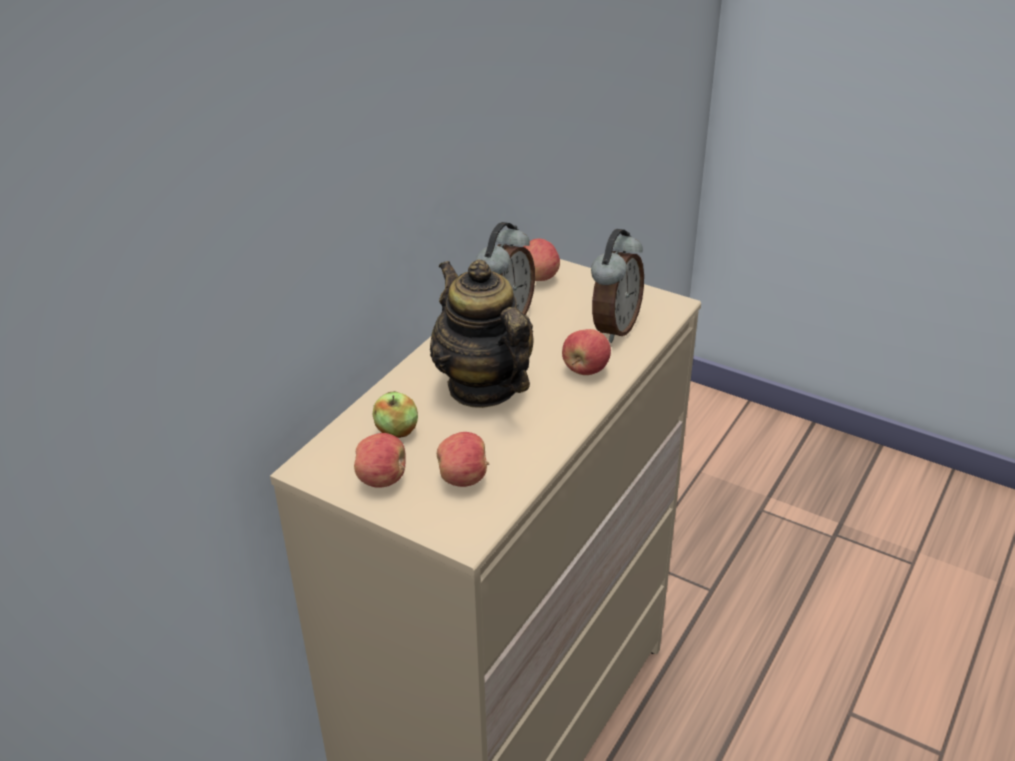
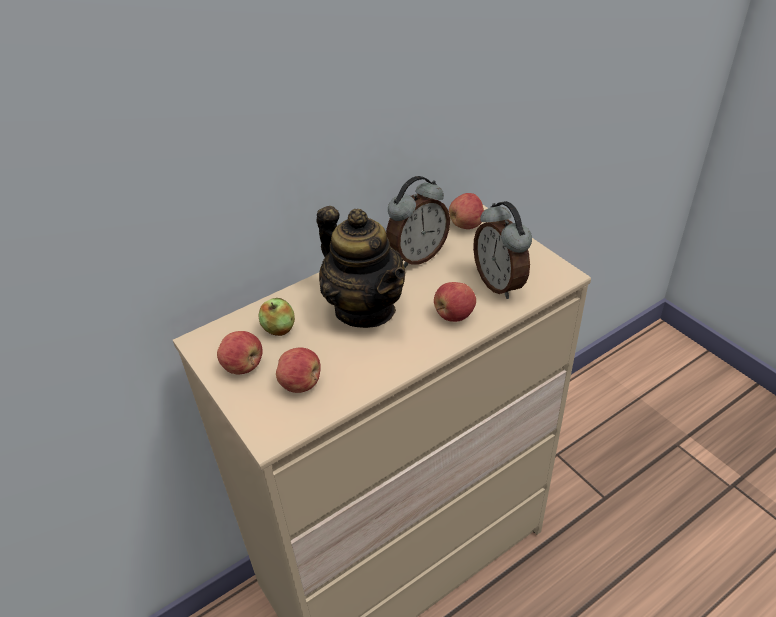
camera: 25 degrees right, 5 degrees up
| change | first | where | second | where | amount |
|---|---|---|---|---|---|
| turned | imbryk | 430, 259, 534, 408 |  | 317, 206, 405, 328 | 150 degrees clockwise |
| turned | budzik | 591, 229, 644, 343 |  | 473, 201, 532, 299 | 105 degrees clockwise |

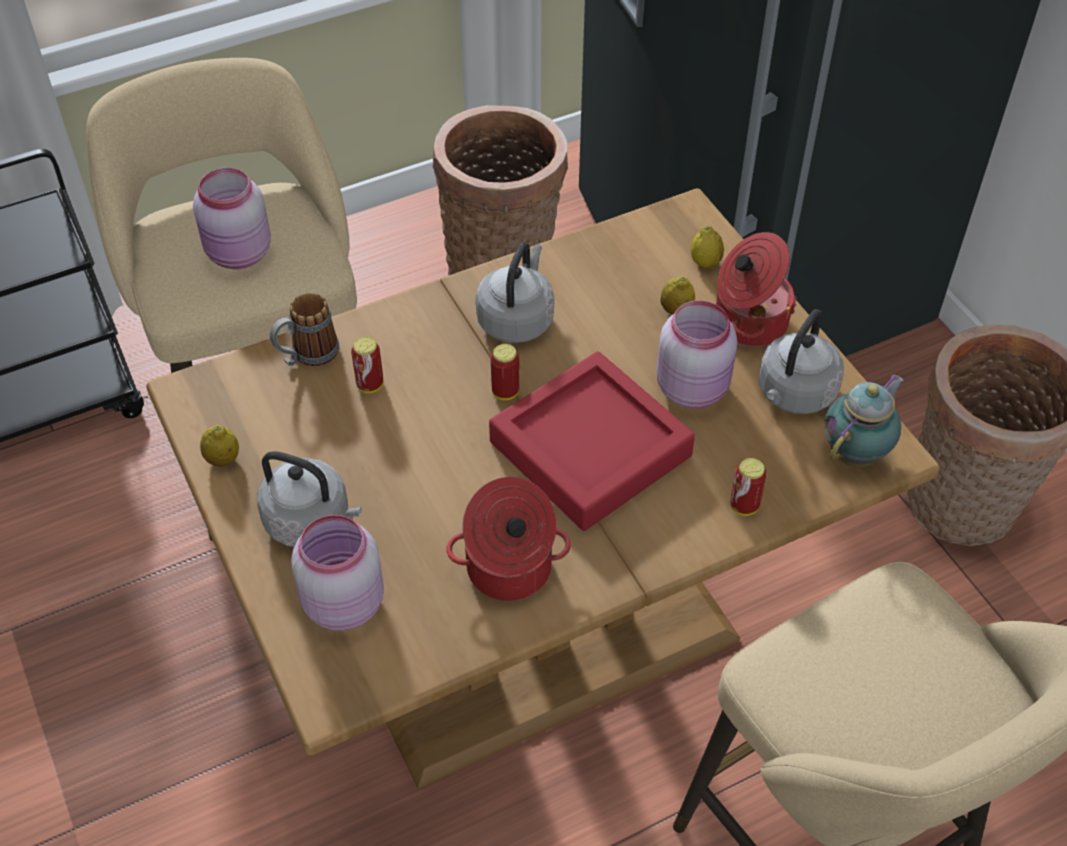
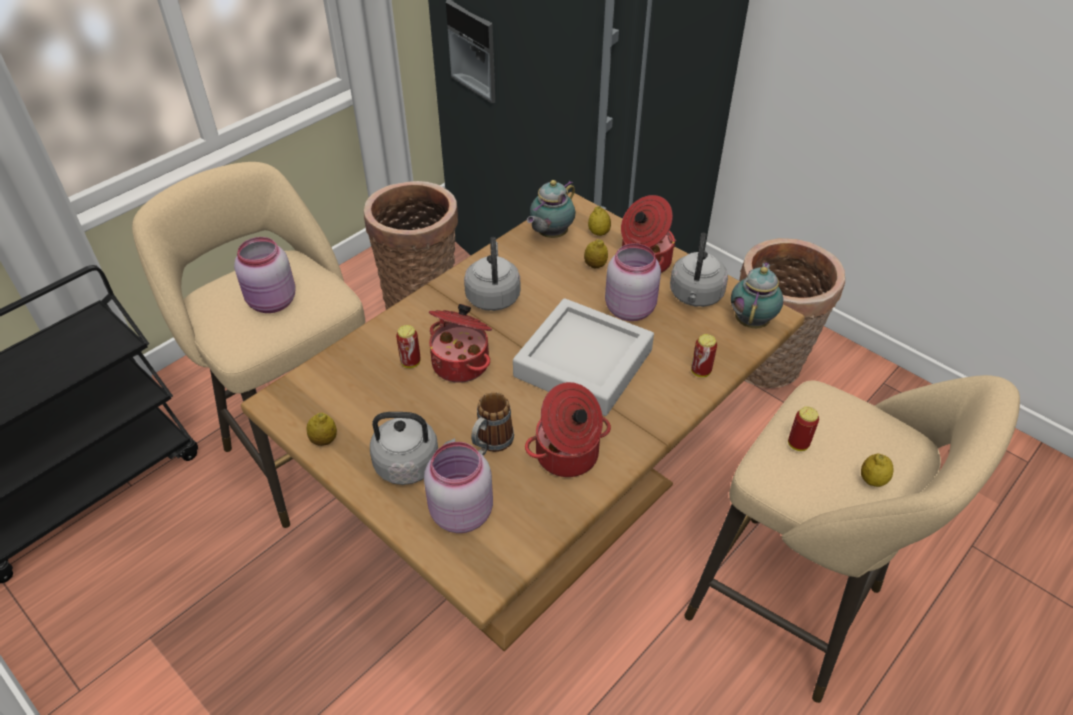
camera: 20 degrees left, 5 degrees down
| change | first | where | second | where | amount |
|---|---|---|---|---|---|
| moved | kubek | 270, 292, 339, 366 |  | 471, 392, 514, 456 |  |
| recoloured | taca (czerwony) | 489, 351, 695, 531 | taca (szary) | 513, 298, 654, 416 |  |
| moved | puszka | 491, 344, 520, 400 |  | 788, 407, 819, 451 |  |
| added |  |  | garnek | 429, 304, 492, 383 |  |
| added |  |  | imbryk | 527, 180, 576, 238 |  |
| added |  |  | cytryna | 861, 454, 893, 487 |  |

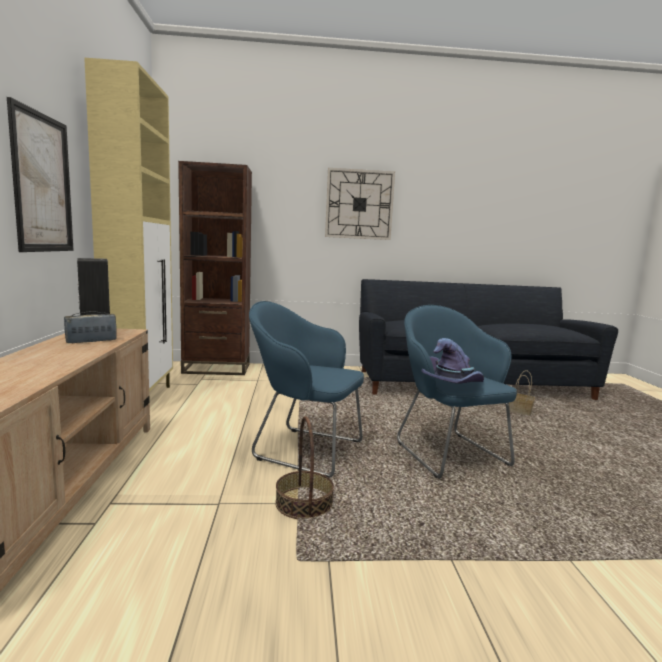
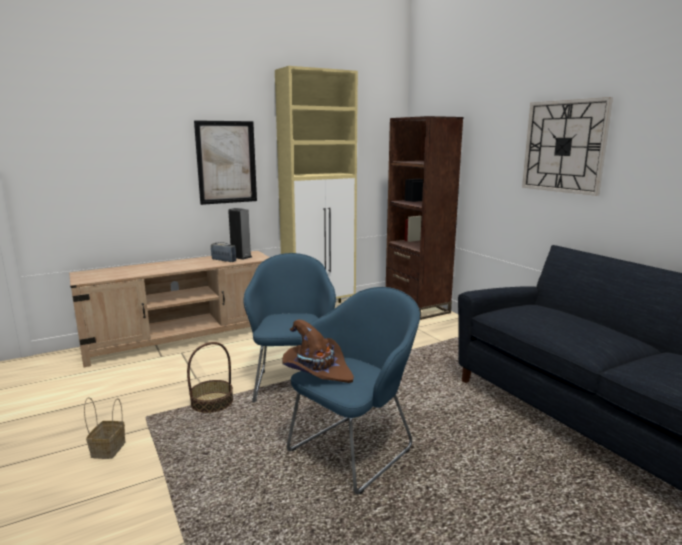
camera: 65 degrees right, 5 degrees up
| change | first | where | second | where | amount |
|---|---|---|---|---|---|
| recoloured | kapelusz (fioletowy) | 422, 338, 484, 384 | kapelusz (brązowy) | 283, 319, 354, 383 |  |
| moved | koszyk | 509, 371, 535, 416 |  | 84, 397, 125, 459 |  |

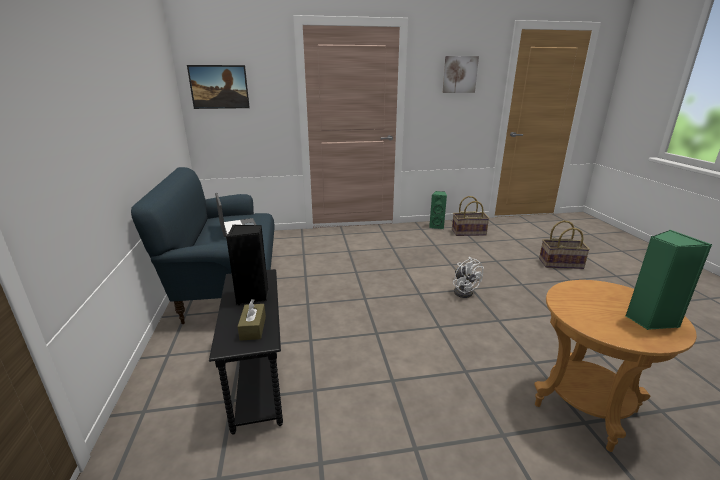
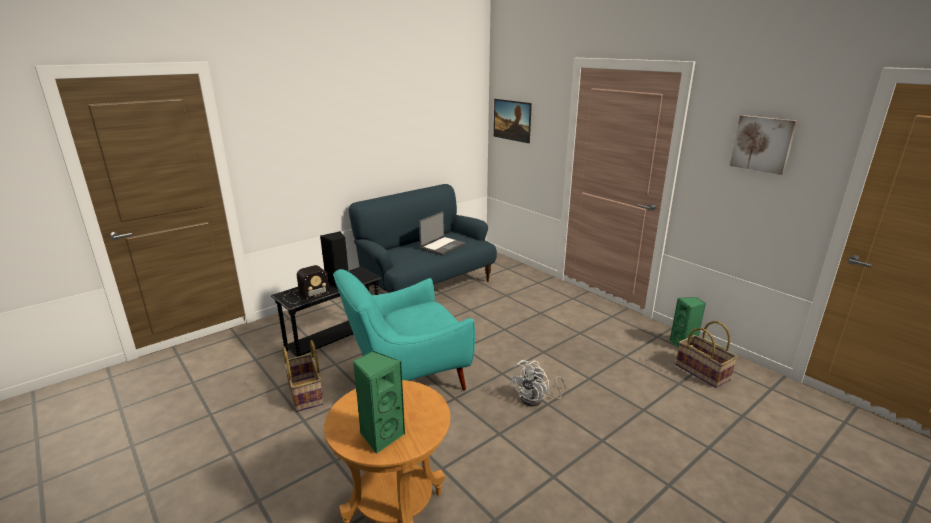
camera: 60 degrees right, 0 degrees up
| change | first | where | second | where | amount |
|---|---|---|---|---|---|
| replaced | pudełko chusteczek (brązowy) | 238, 299, 266, 341 | radio | 283, 265, 330, 304 |  |
| moved | koszyk | 539, 220, 590, 269 |  | 283, 340, 324, 412 |  |
| added |  |  | fotel (turkusowy) | 333, 269, 475, 390 |  |

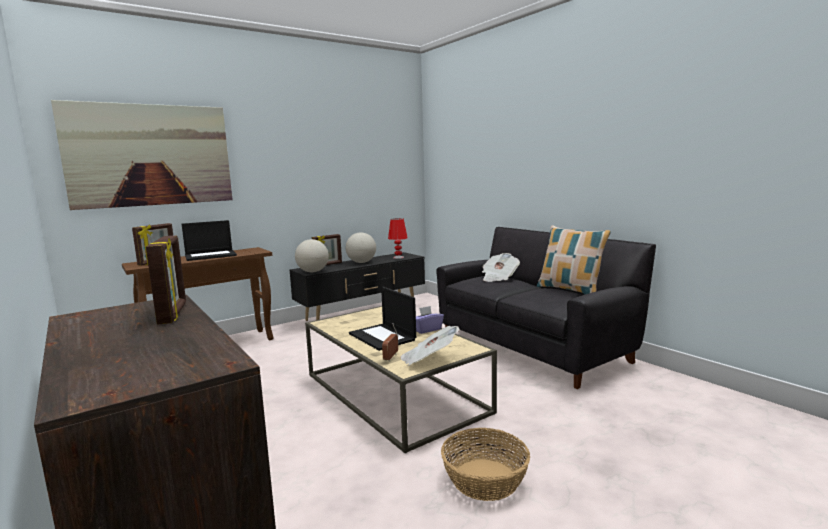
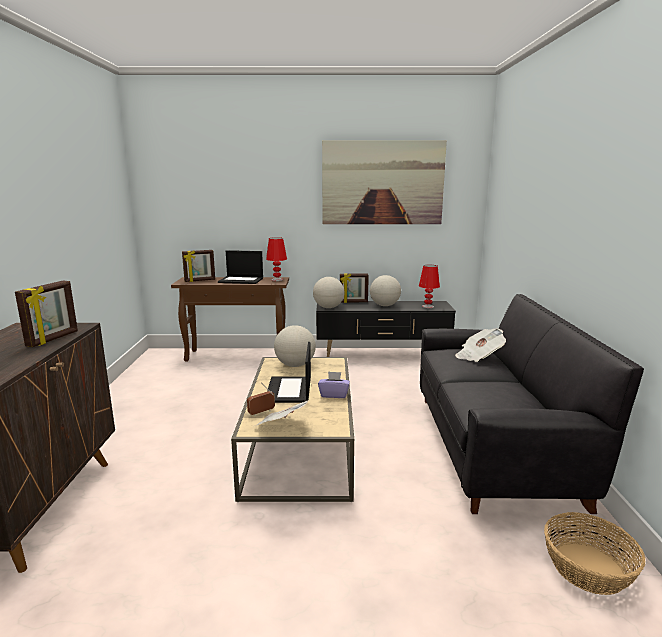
camera: 35 degrees right, 5 degrees up
| change | first | where | second | where | amount |
|---|---|---|---|---|---|
| moved | obraz | 51, 100, 233, 210 |  | 322, 140, 447, 224 |  |
| moved | koszyk | 441, 428, 530, 501 |  | 544, 512, 646, 595 |  |
| removed | poduszka | 537, 226, 611, 294 |  |  |  |
| added |  |  | lampa stołowa (czerwony) | 266, 237, 287, 281 |  |
| added |  |  | globus | 274, 325, 316, 367 |  |

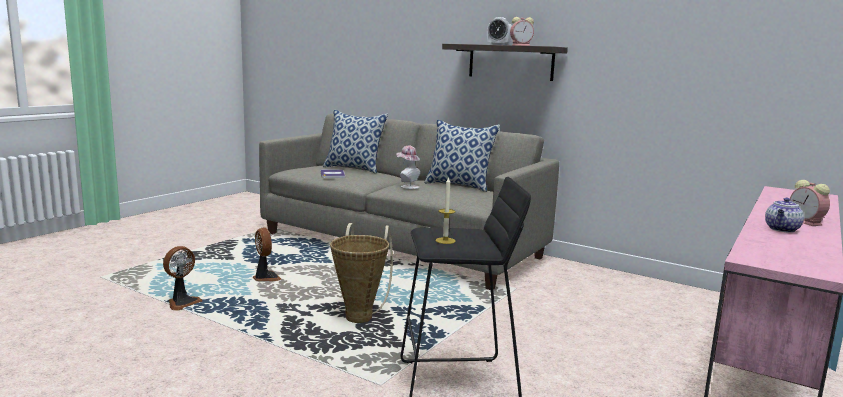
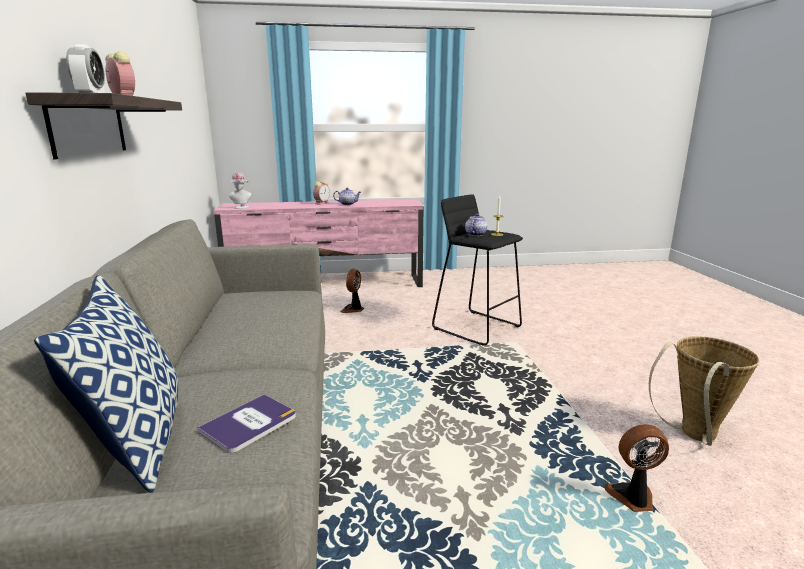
camera: 130 degrees left, 5 degrees up
| change | first | where | second | where | amount |
|---|---|---|---|---|---|
| moved | wentylator | 252, 227, 281, 281 |  | 340, 269, 364, 313 |  |
| moved | koszyk | 330, 223, 393, 323 |  | 649, 336, 759, 446 |  |
| moved | kapelusz | 396, 145, 420, 189 |  | 229, 172, 252, 209 |  |
| removed | poduszka | 425, 119, 500, 192 |  |  |  |
| added |  |  | imbryk | 465, 213, 487, 236 |  |

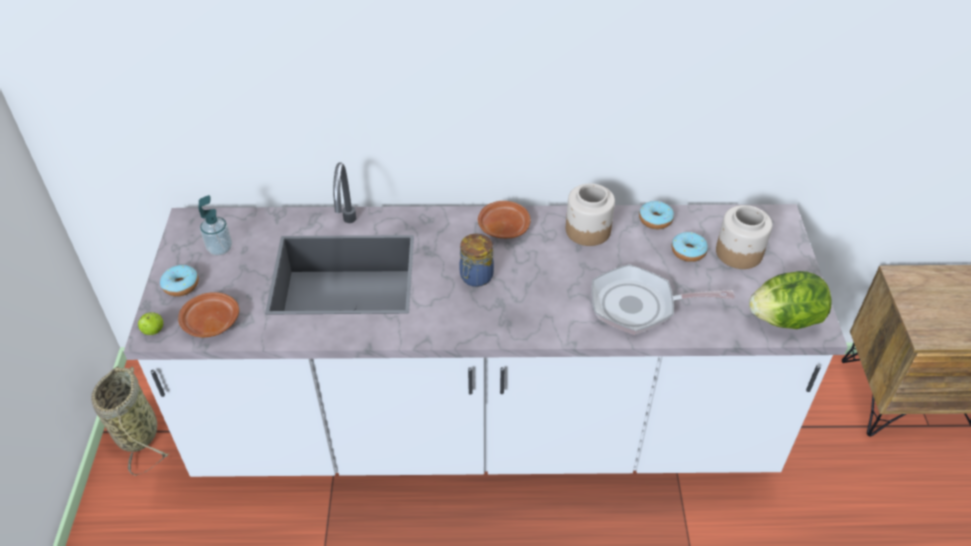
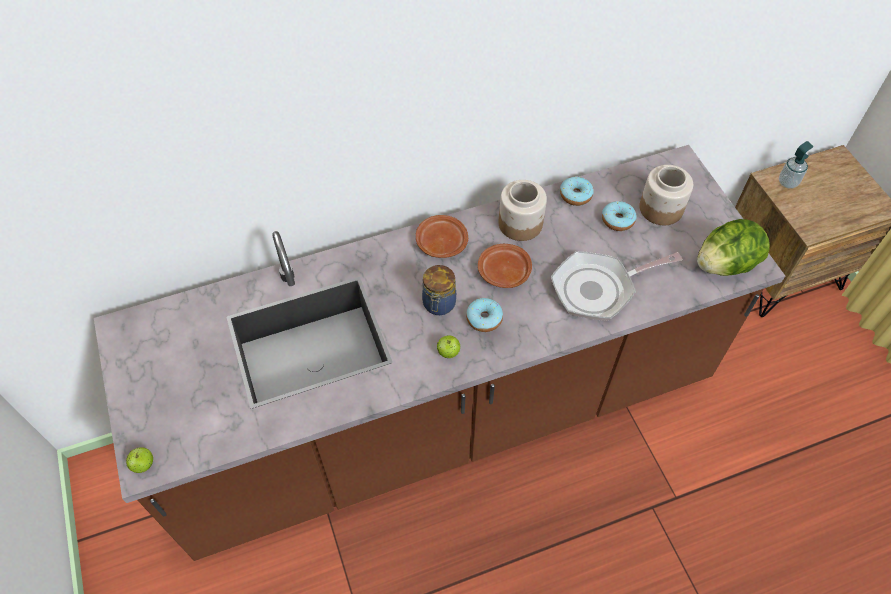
camera: 20 degrees left, 10 degrees up
| change | first | where | second | where | amount |
|---|---|---|---|---|---|
| removed | koszyk | 91, 366, 168, 476 |  |  |  |
| recoloured | zabudowa kuchenna (biały) | 124, 163, 847, 477 | zabudowa kuchenna (brązowy) | 94, 145, 785, 561 |  |
| moved | donut | 160, 265, 199, 297 |  | 466, 298, 503, 332 |  |
| moved | talerz (brązowy) | 178, 292, 239, 337 |  | 478, 244, 532, 288 |  |
| moved | dozownik mydła | 199, 195, 232, 256 |  | 779, 141, 813, 189 |  |
| added |  |  | jabłko | 437, 335, 460, 358 |  |

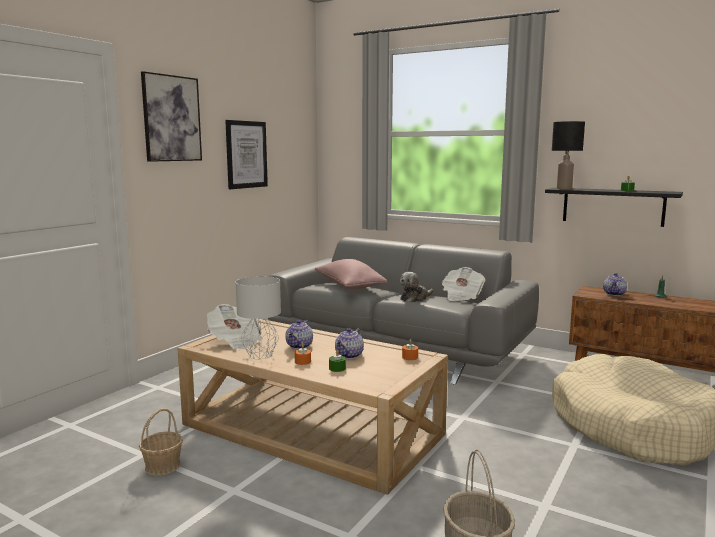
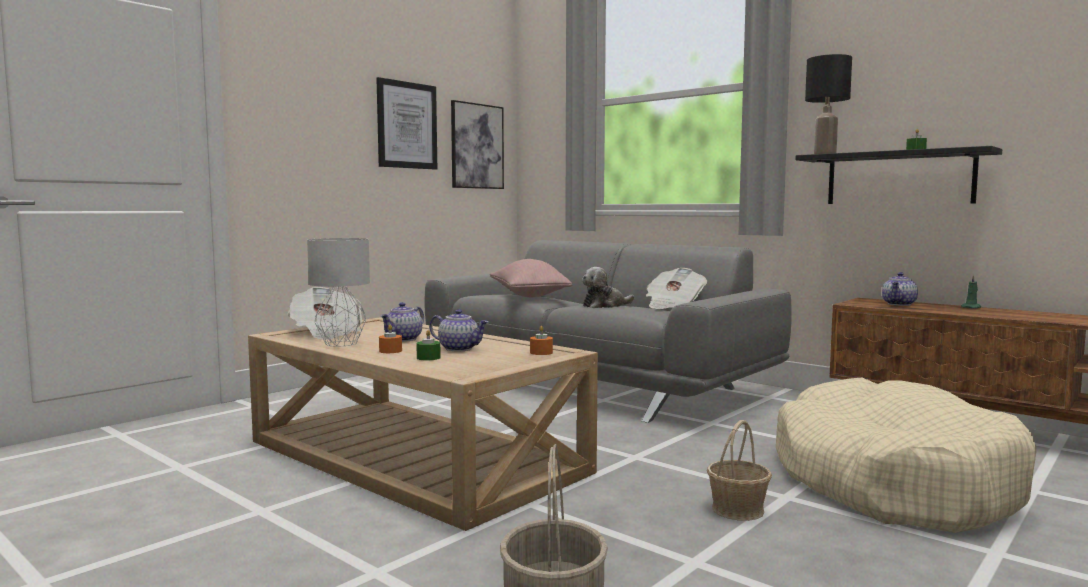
camera: 10 degrees right, 5 degrees down
| change | first | where | second | where | amount |
|---|---|---|---|---|---|
| moved | koszyk | 139, 408, 183, 476 |  | 707, 420, 772, 521 |  |
| moved | obraz | 141, 71, 202, 162 |  | 451, 100, 504, 189 |  |
| turned | imbryk | 335, 328, 364, 359 |  | 429, 309, 488, 351 | 105 degrees counterclockwise |

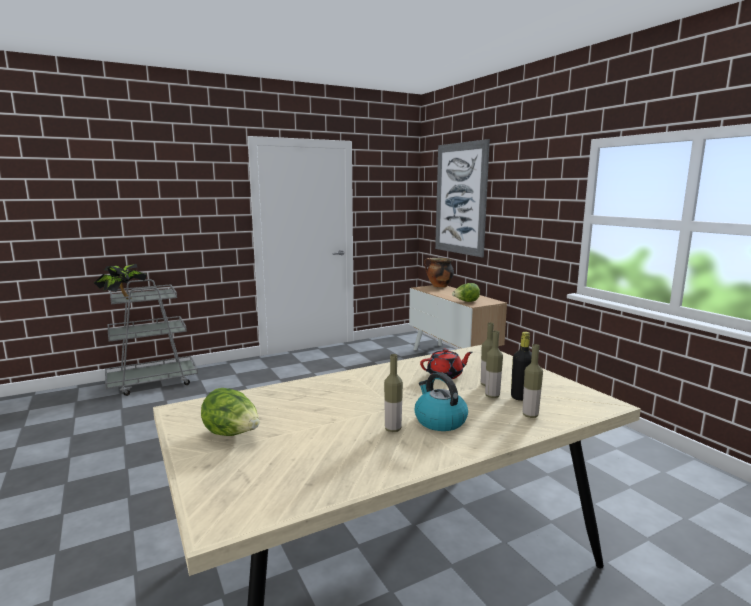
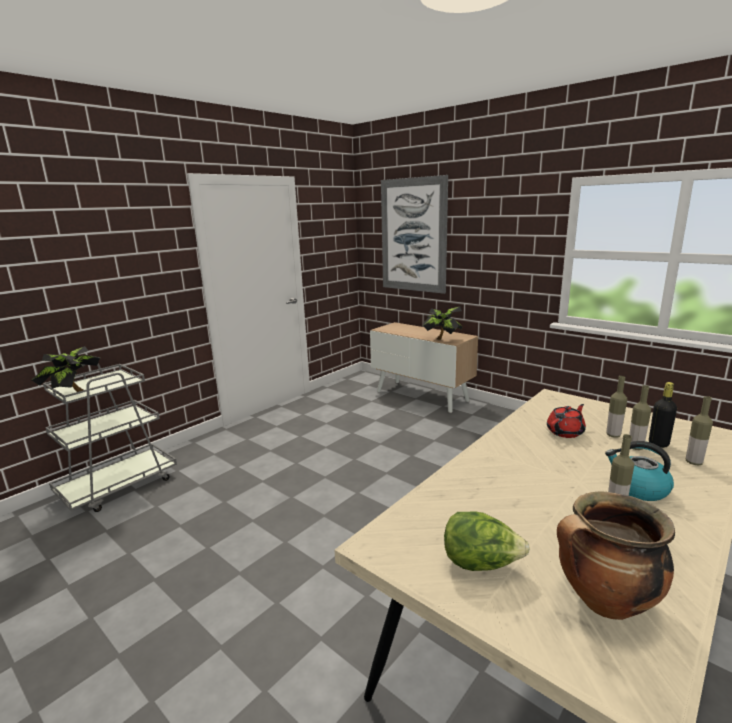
camera: 20 degrees left, 5 degrees up
| change | first | where | second | where | amount |
|---|---|---|---|---|---|
| moved | garnek | 424, 258, 454, 288 |  | 557, 491, 675, 620 |  |
| replaced | sałata | 452, 283, 480, 302 | roślina doniczkowa | 423, 307, 463, 340 |  |

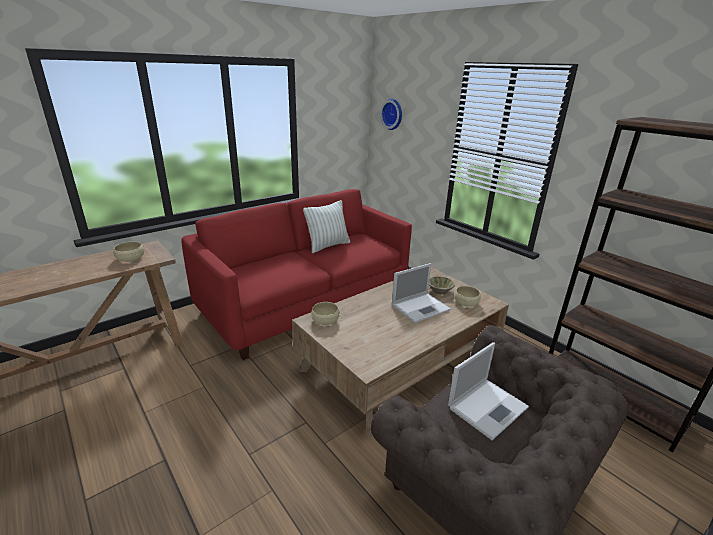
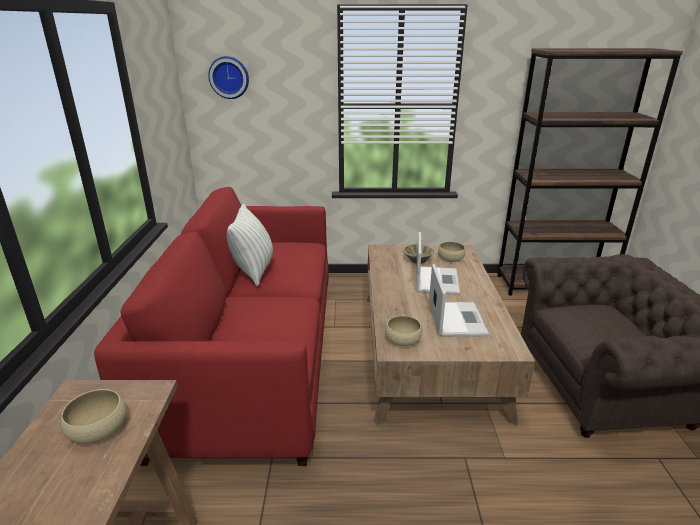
camera: 50 degrees left, 0 degrees up
| change | first | where | second | where | amount |
|---|---|---|---|---|---|
| moved | laptop | 448, 342, 529, 440 |  | 429, 264, 489, 337 |  |

